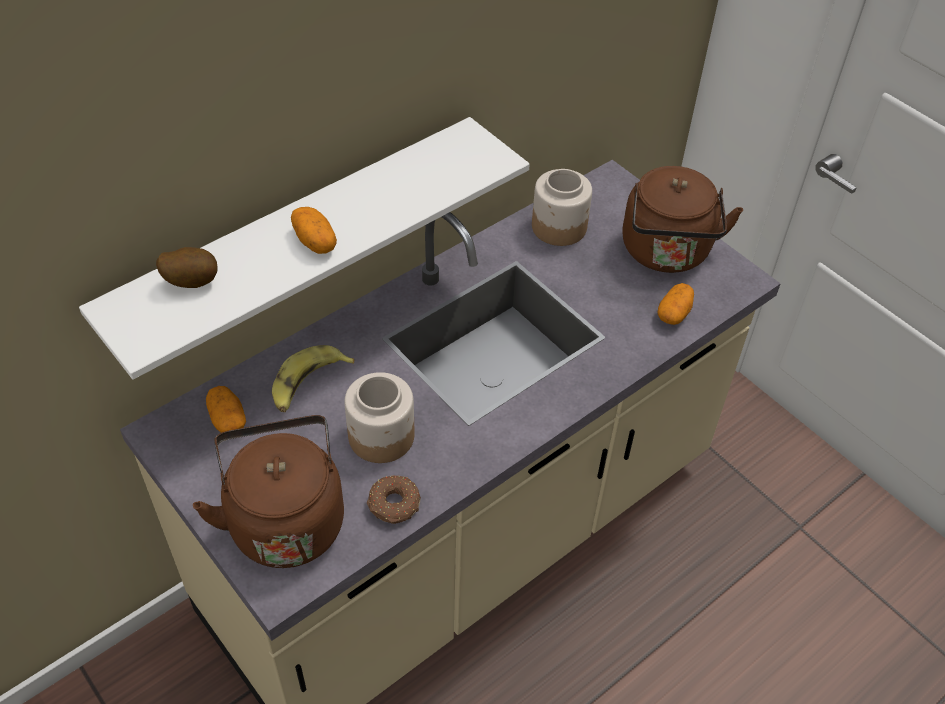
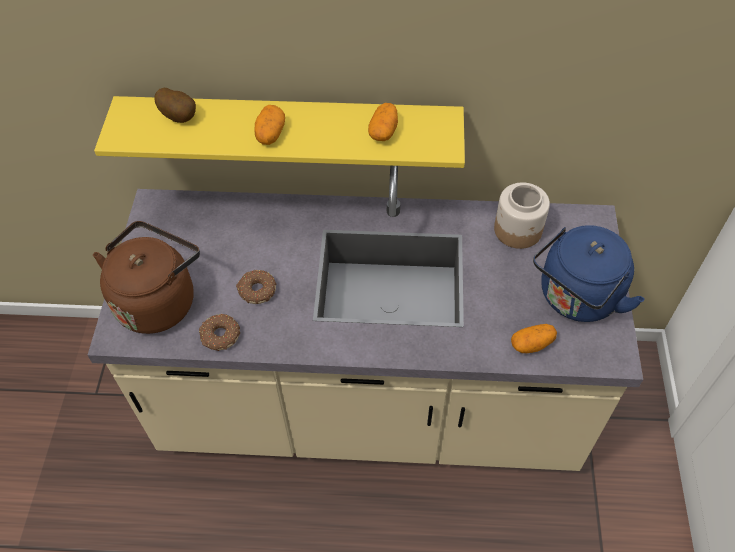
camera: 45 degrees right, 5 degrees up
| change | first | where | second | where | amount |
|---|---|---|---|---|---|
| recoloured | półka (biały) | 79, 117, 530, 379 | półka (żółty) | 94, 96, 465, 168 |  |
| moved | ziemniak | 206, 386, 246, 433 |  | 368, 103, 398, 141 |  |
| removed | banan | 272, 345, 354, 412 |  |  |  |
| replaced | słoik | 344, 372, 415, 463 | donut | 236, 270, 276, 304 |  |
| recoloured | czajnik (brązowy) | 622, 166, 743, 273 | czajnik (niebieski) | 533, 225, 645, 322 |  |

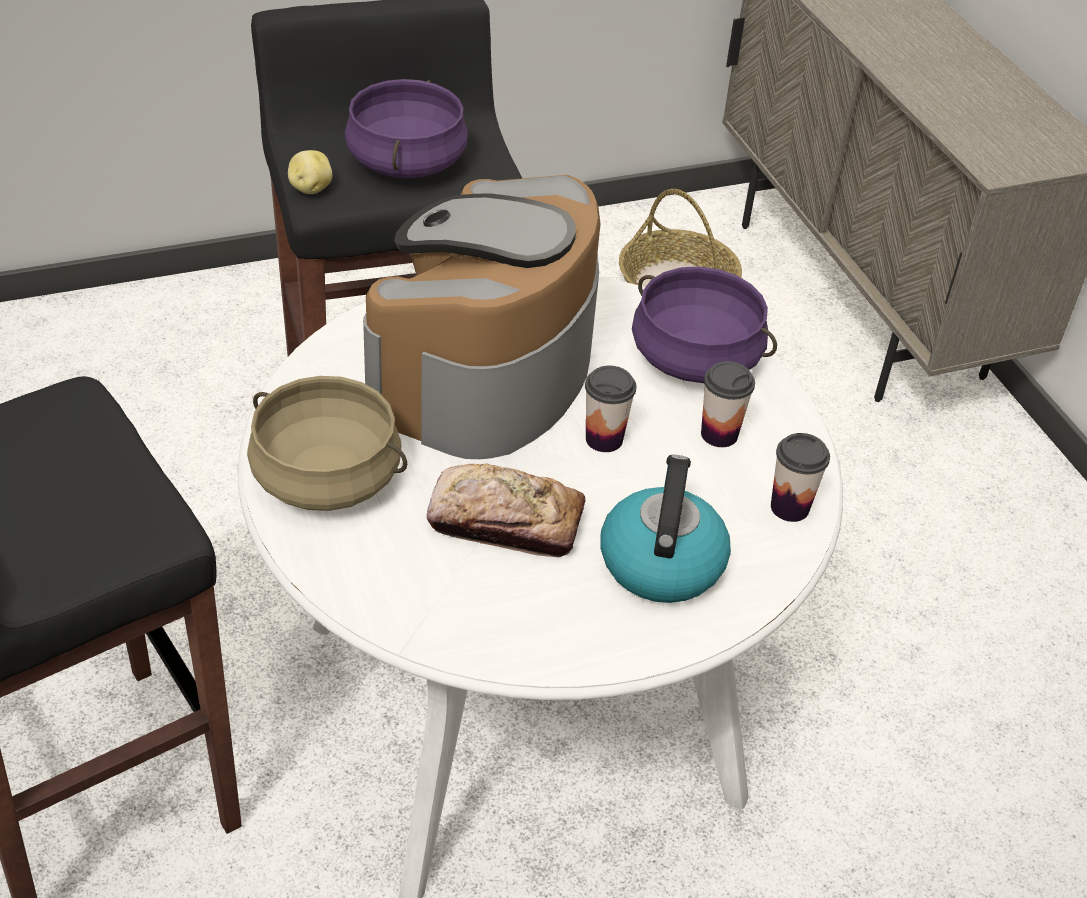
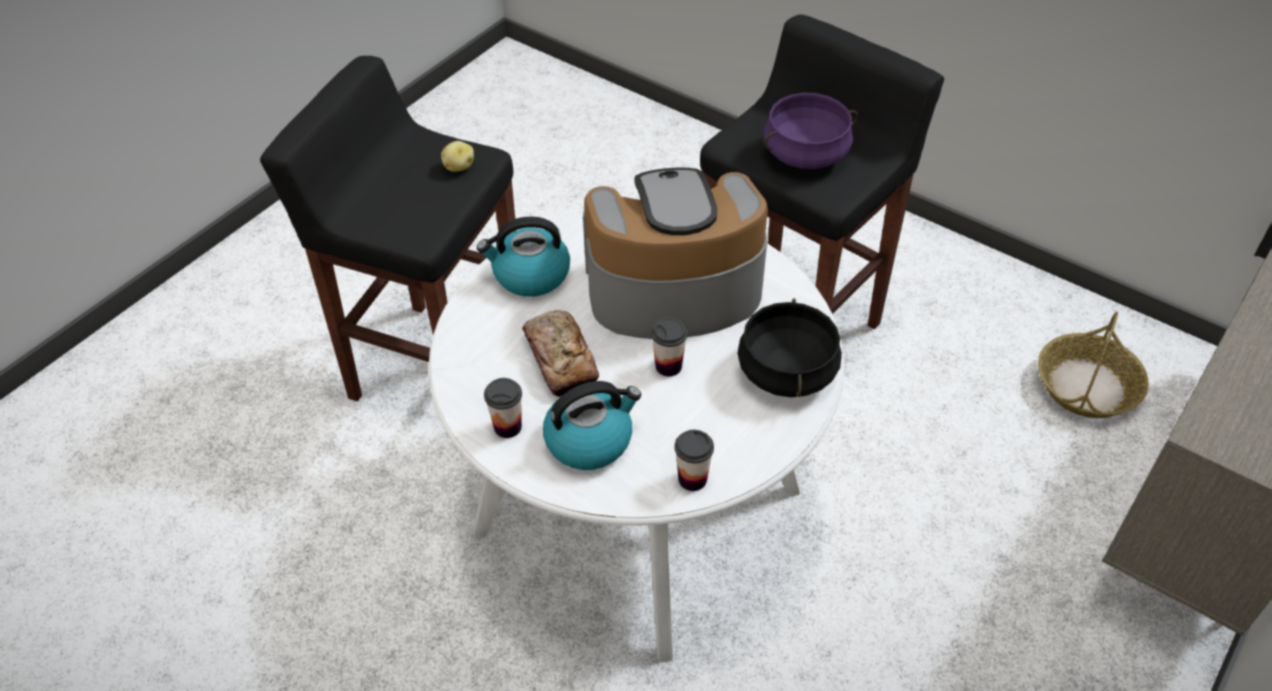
camera: 60 degrees right, 5 degrees up
| change | first | where | second | where | amount |
|---|---|---|---|---|---|
| replaced | garnek (beżowy) | 247, 376, 407, 511 | czajnik | 477, 217, 570, 297 |  |
| moved | ziemniak | 288, 150, 333, 194 |  | 441, 141, 474, 172 |  |
| recoloured | garnek (fioletowy) | 632, 266, 777, 383 | garnek (czarny) | 737, 298, 842, 397 |  |
| moved | filiżanka | 701, 361, 755, 447 |  | 484, 378, 522, 438 |  |

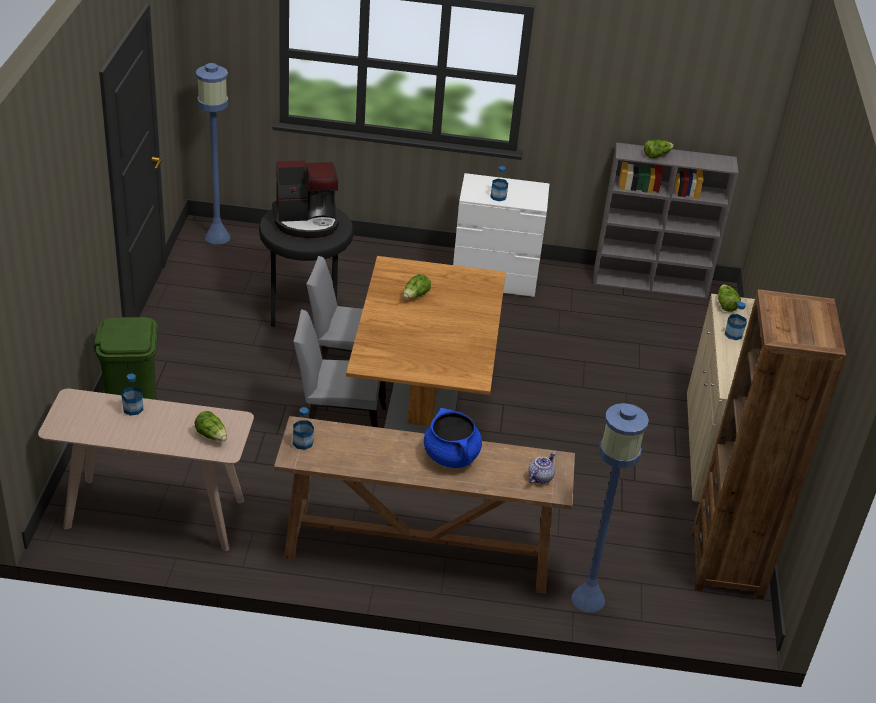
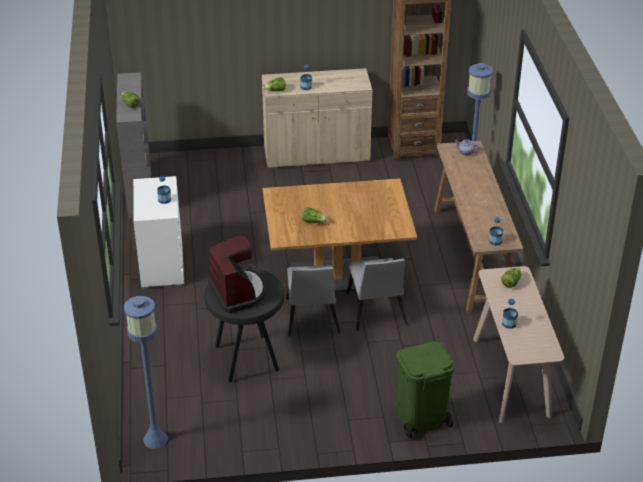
camera: 100 degrees left, 0 degrees up
| change | first | where | second | where | amount |
|---|---|---|---|---|---|
| removed | garnek (niebieski) | 424, 408, 482, 468 |  |  |  |

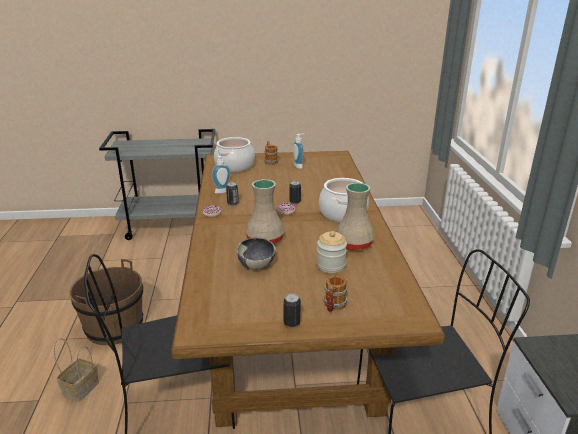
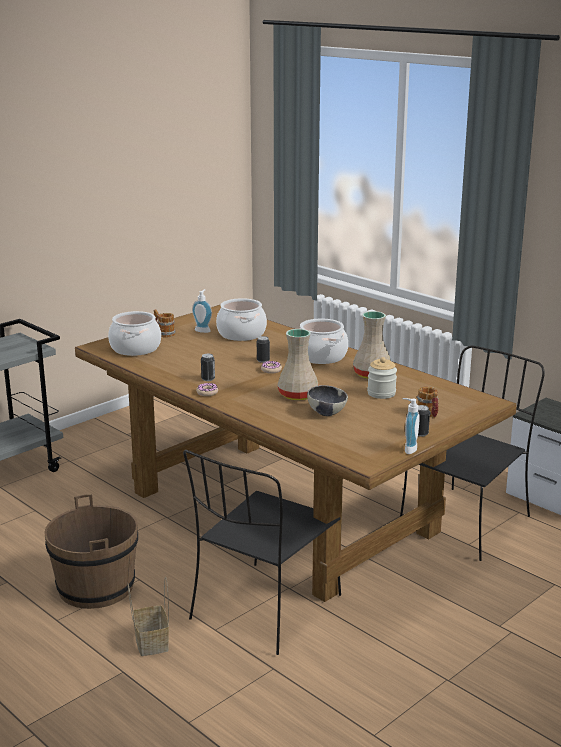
camera: 40 degrees left, 5 degrees down
| change | first | where | second | where | amount |
|---|---|---|---|---|---|
| moved | dozownik mydła | 211, 154, 231, 194 |  | 402, 398, 420, 454 |  |
| added |  |  | garnek | 216, 298, 267, 341 |  |

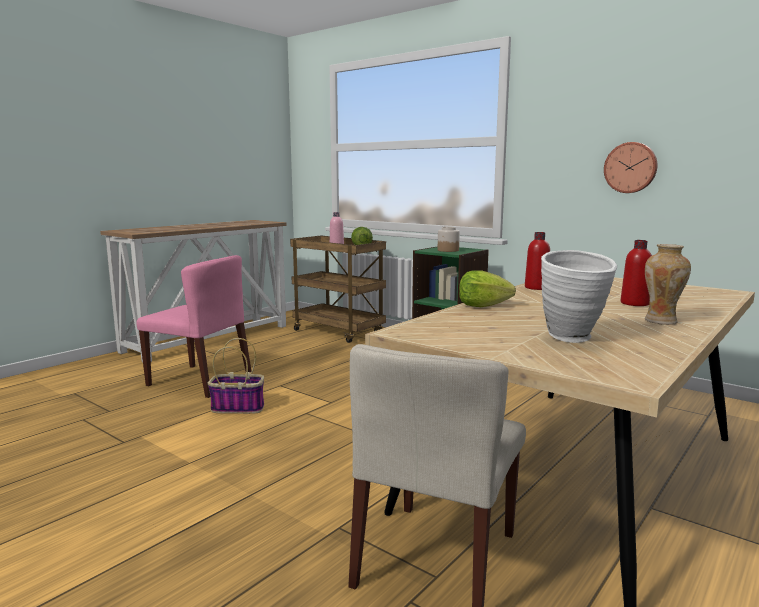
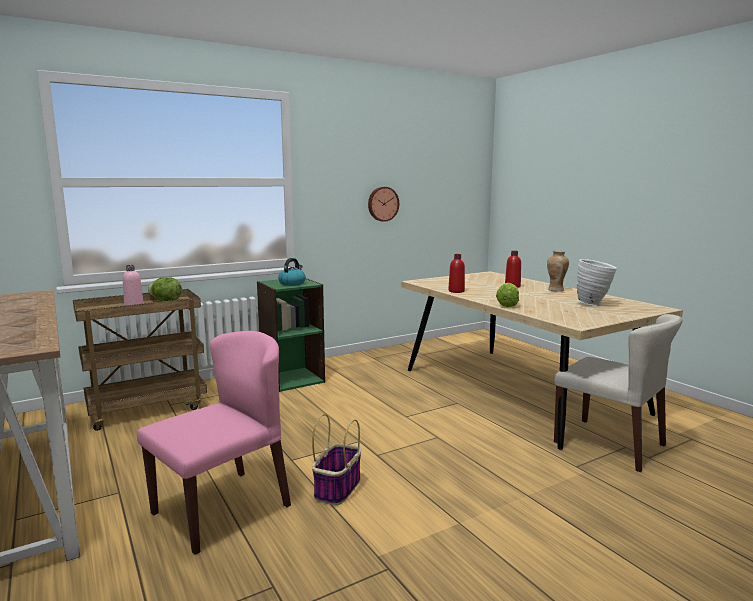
camera: 70 degrees left, 0 degrees up
| change | first | where | second | where | amount |
|---|---|---|---|---|---|
| replaced | słoik | 438, 227, 460, 252 | czajnik | 278, 258, 306, 286 |  |

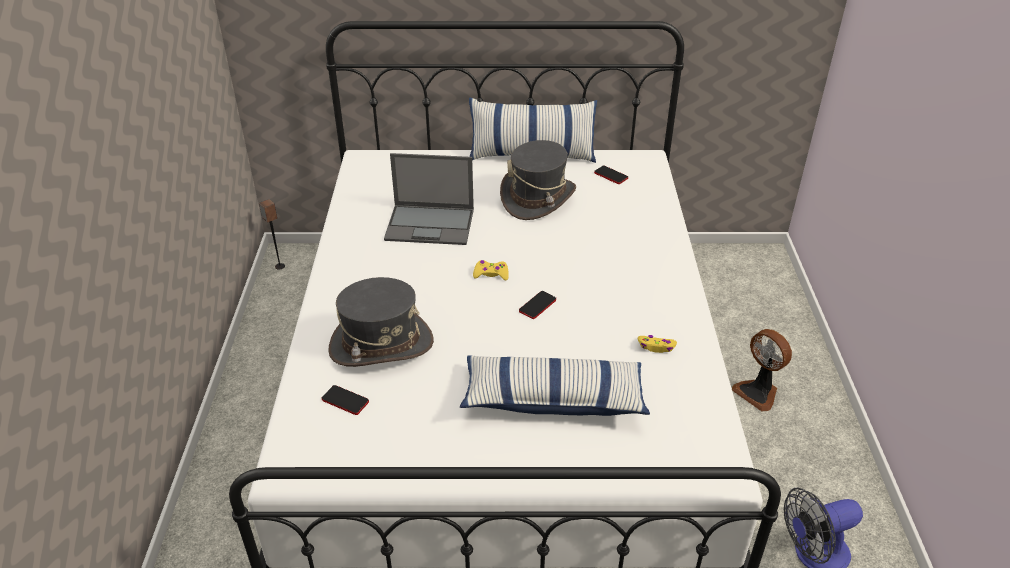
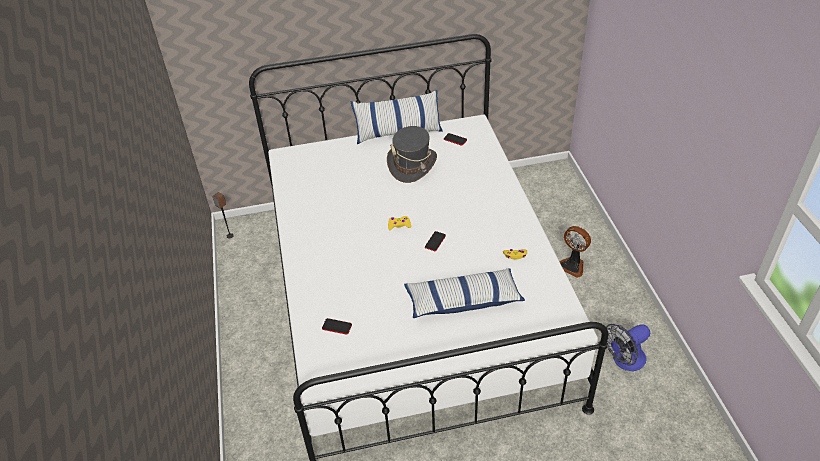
camera: 10 degrees left, 5 degrees up
| change | first | where | second | where | amount |
|---|---|---|---|---|---|
| removed | kapelusz (szary) | 328, 277, 434, 367 |  |  |  |
| removed | laptop | 384, 153, 474, 245 |  |  |  |

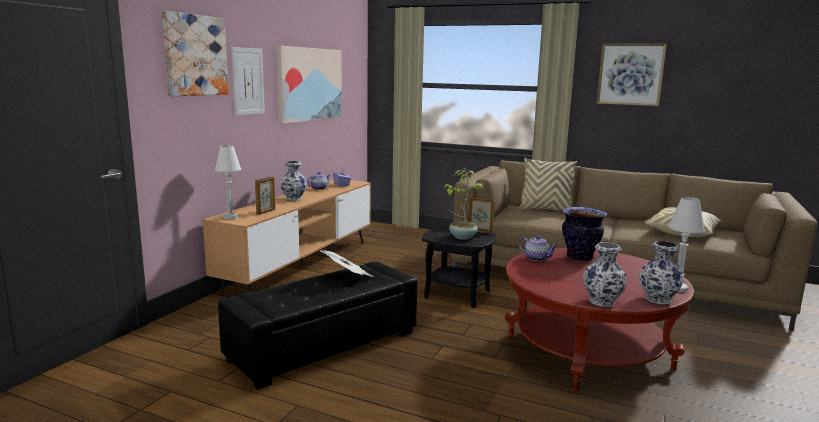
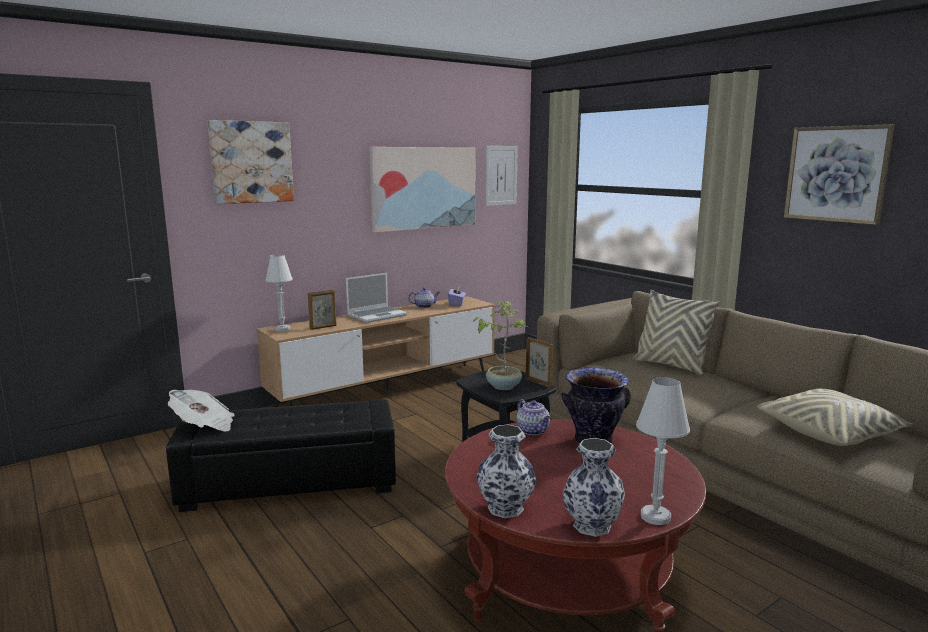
camera: 30 degrees right, 0 degrees up
| change | first | where | second | where | amount |
|---|---|---|---|---|---|
| moved | obraz | 231, 47, 265, 116 |  | 485, 146, 518, 206 |  |
| replaced | wazon | 281, 161, 307, 201 | laptop | 346, 273, 407, 323 |  |
| moved | gazeta | 321, 250, 375, 277 |  | 167, 390, 234, 431 |  |

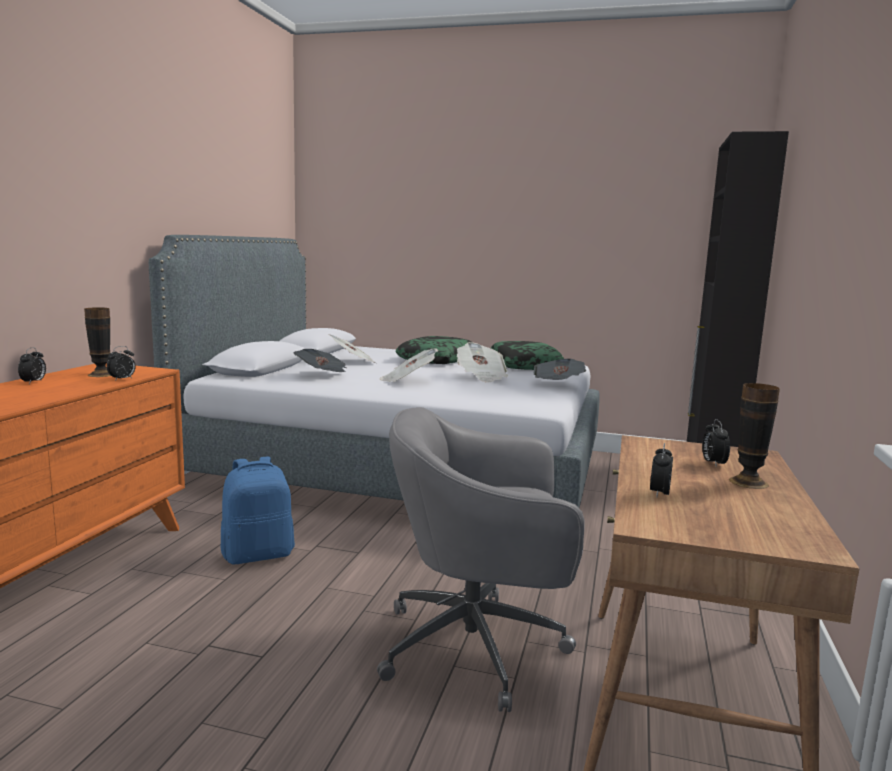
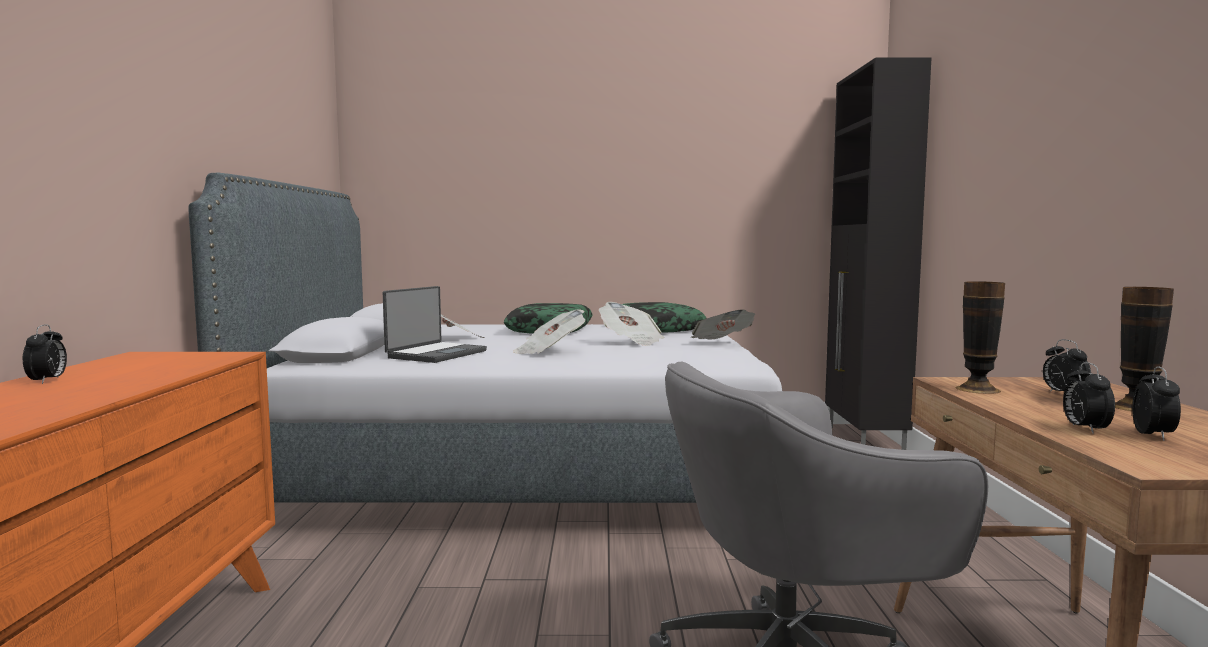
camera: 15 degrees left, 5 degrees down
| change | first | where | second | where | amount |
|---|---|---|---|---|---|
| moved | wazon | 84, 307, 111, 377 |  | 956, 281, 1005, 394 |  |
| moved | budzik | 107, 346, 136, 381 |  | 1132, 366, 1181, 441 |  |
| removed | plecak (niebieski) | 221, 456, 295, 564 |  |  |  |
| replaced | gazeta | 293, 349, 347, 372 | laptop | 383, 286, 487, 363 |  |

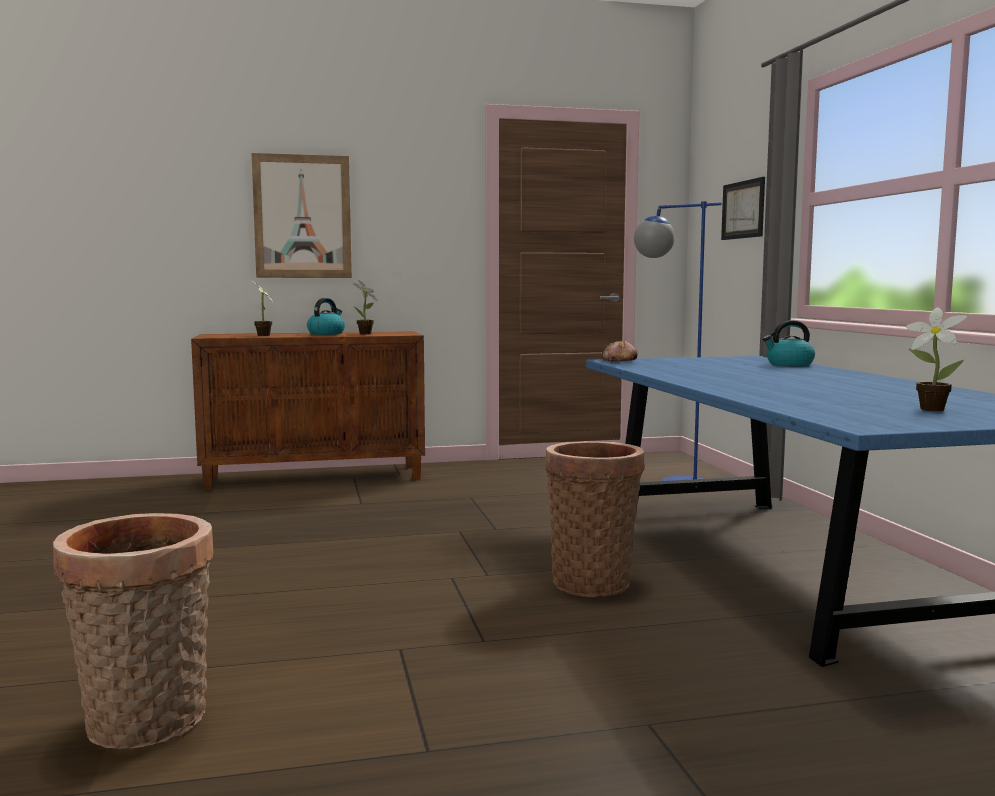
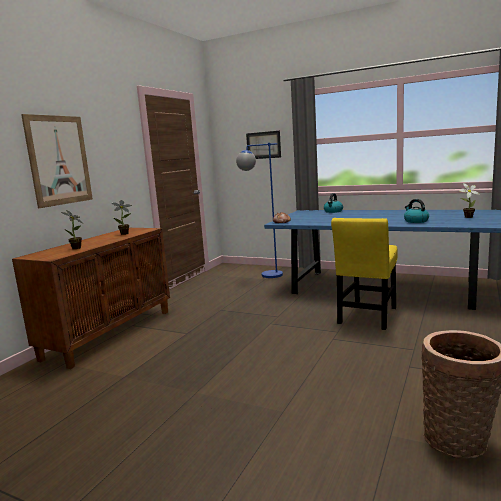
camera: 50 degrees left, 5 degrees up
| change | first | where | second | where | amount |
|---|---|---|---|---|---|
| moved | czajnik | 307, 298, 345, 335 |  | 404, 199, 429, 223 |  |
| replaced | koszyk | 545, 441, 644, 597 | krzesło (żółty) | 331, 218, 398, 330 |  |

